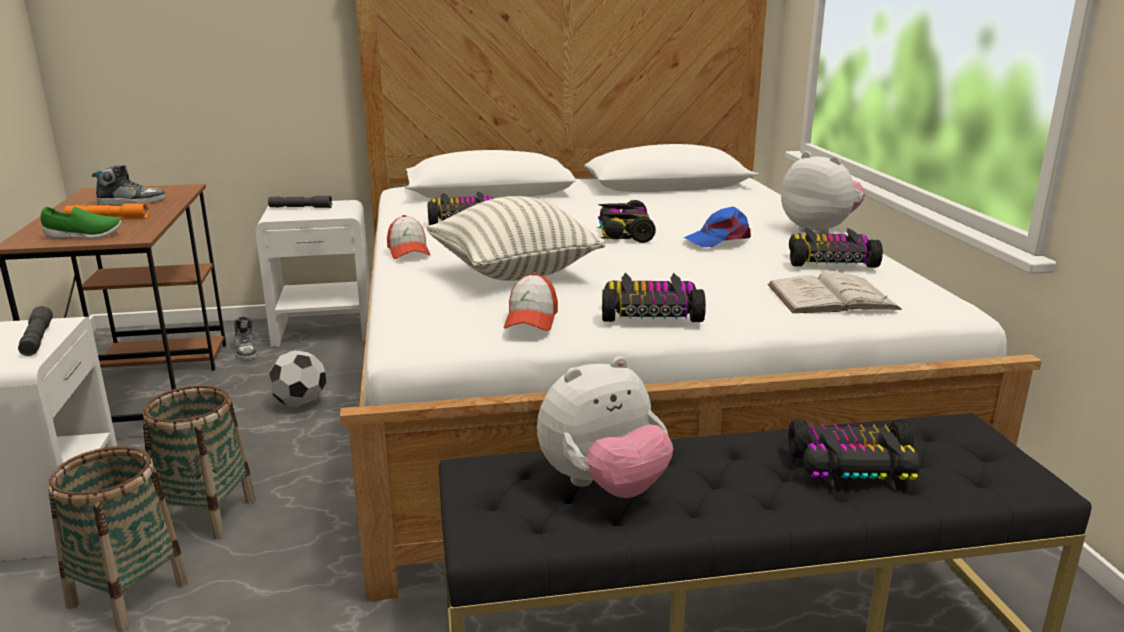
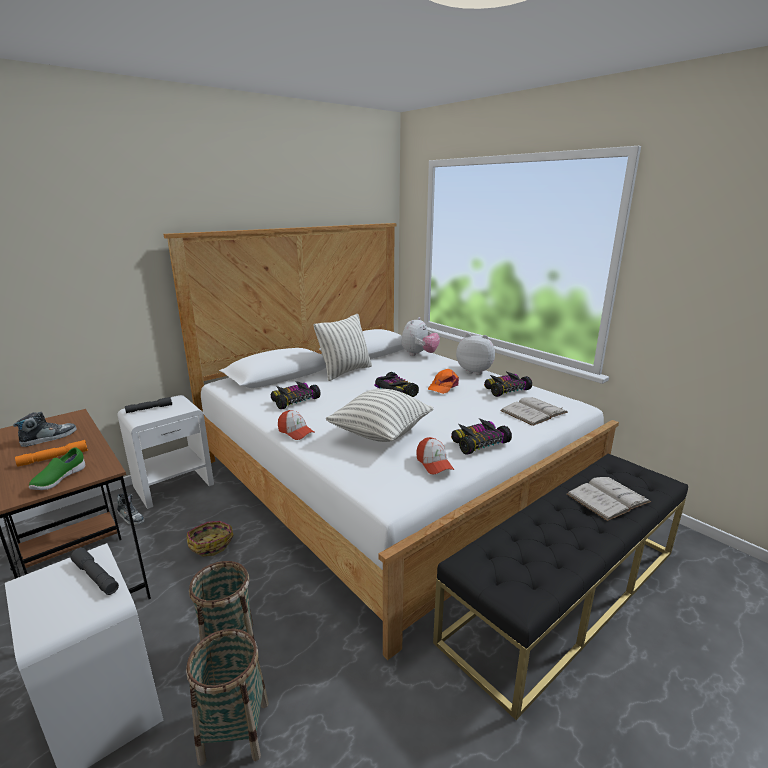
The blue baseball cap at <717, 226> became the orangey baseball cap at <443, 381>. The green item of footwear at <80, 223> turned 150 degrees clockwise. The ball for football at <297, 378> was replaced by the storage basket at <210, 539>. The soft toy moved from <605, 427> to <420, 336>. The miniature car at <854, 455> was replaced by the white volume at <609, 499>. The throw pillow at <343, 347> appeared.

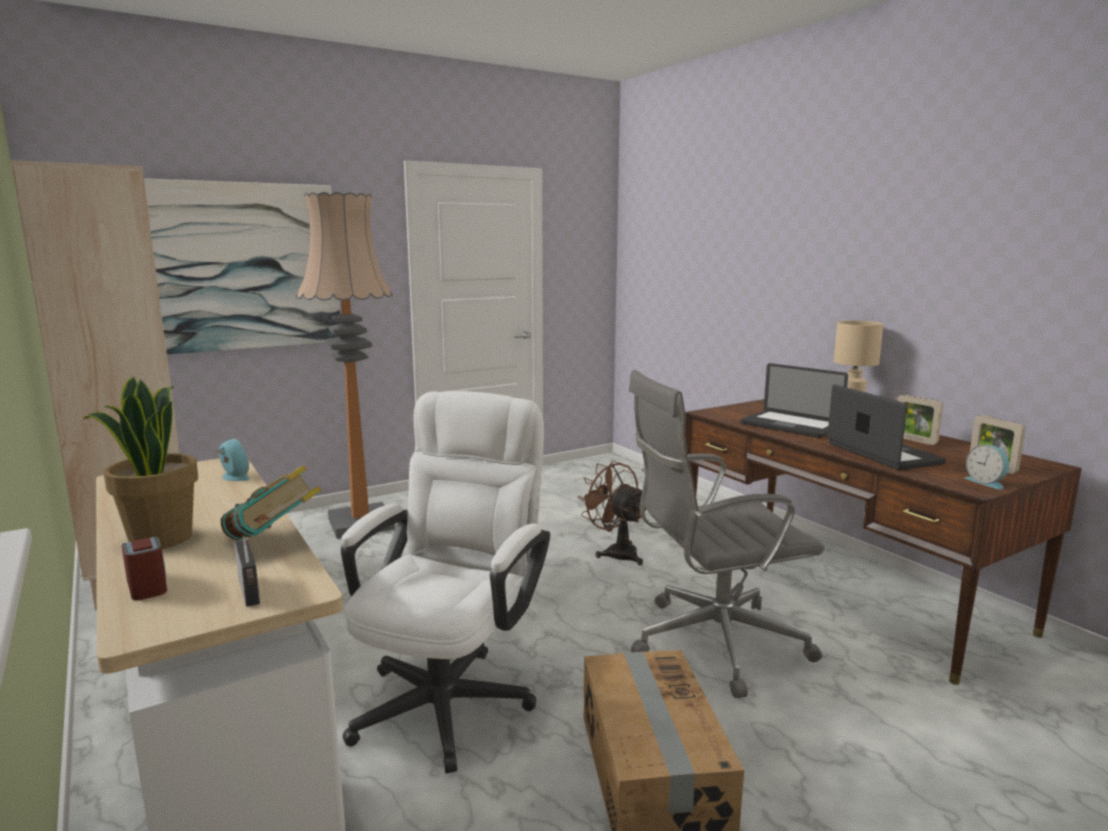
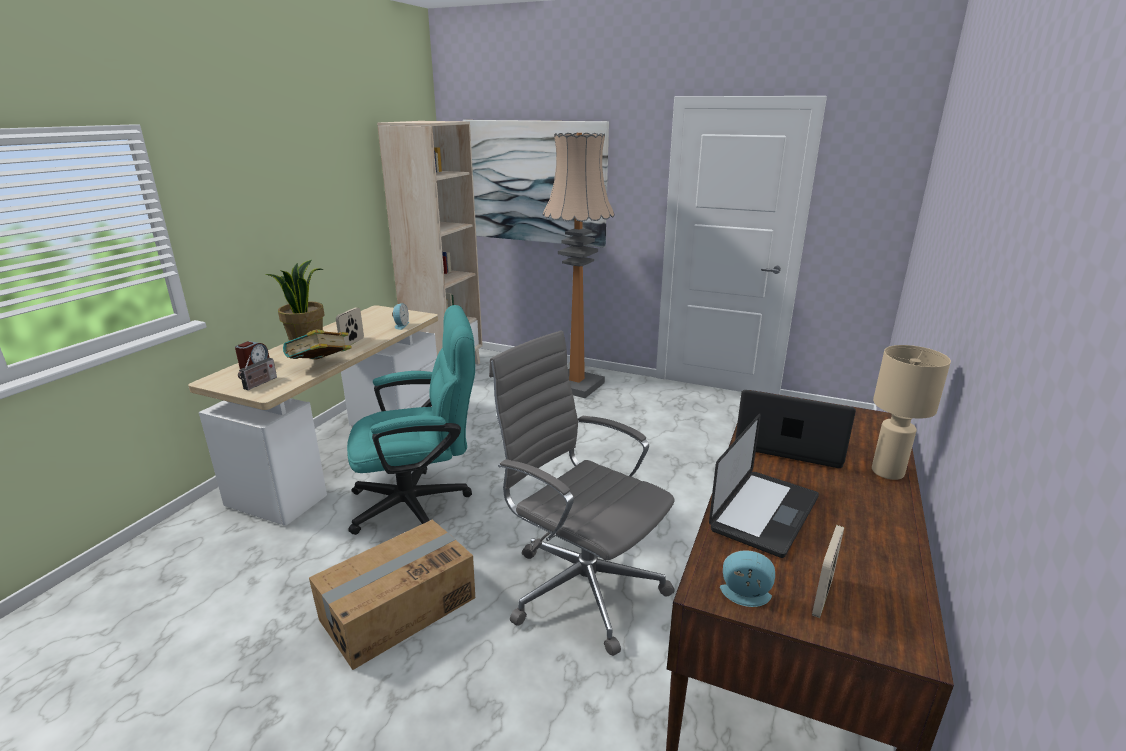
The notebook computer at <794, 400> turned 105 degrees clockwise. The white office chair at <445, 582> became the blue-green office chair at <411, 420>. The photo frame moved from <920, 420> to <350, 326>. The bedside clock at <986, 467> turned 75 degrees clockwise. The brown electric fan at <612, 513> disappeared.

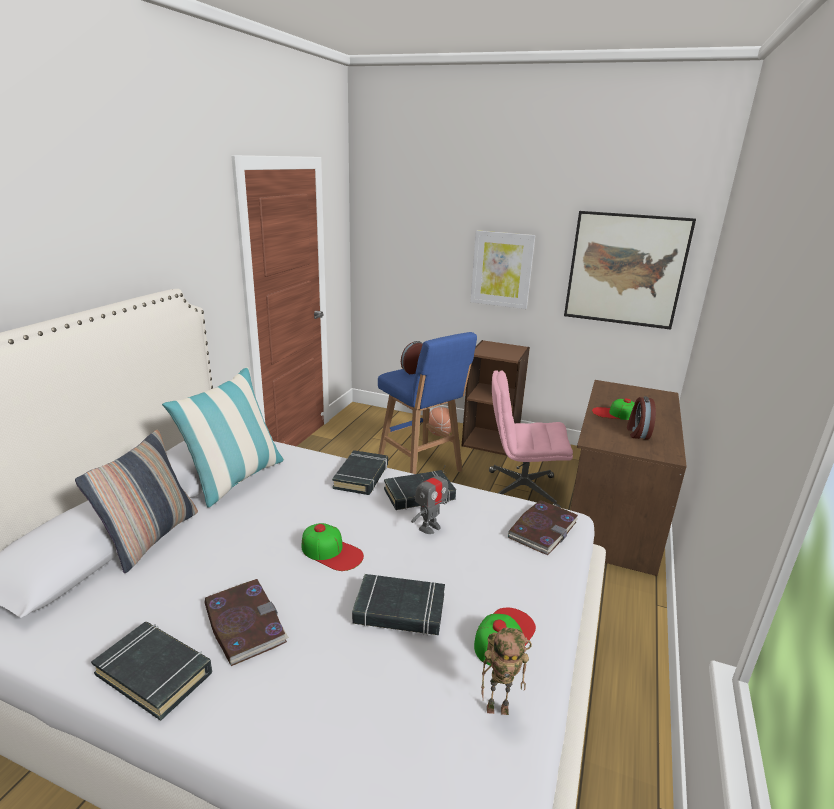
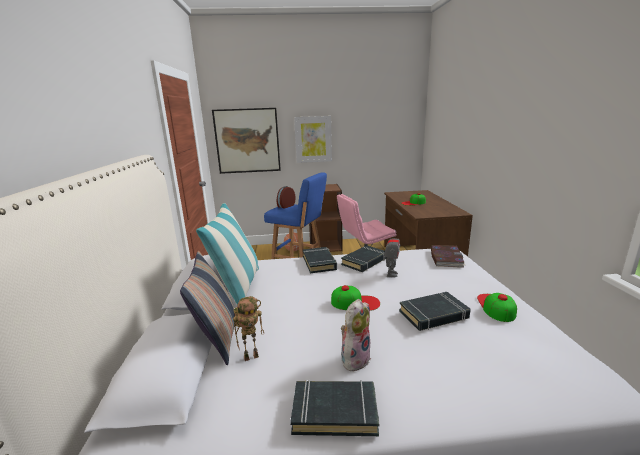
The wall art moved from <630, 270> to <246, 141>. The bedside clock at <641, 418> disappeared. The volume at <246, 622> was replaced by the soft toy at <356, 335>. The toy robot moved from <506, 671> to <248, 328>.

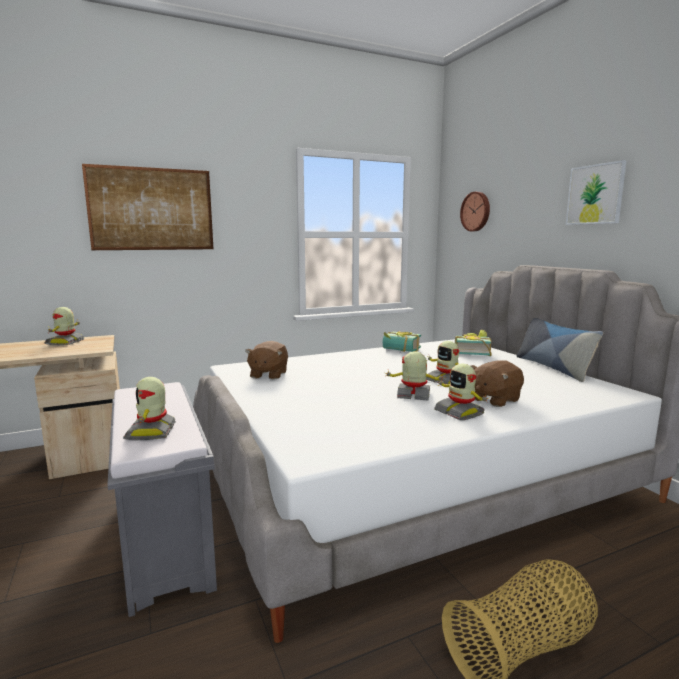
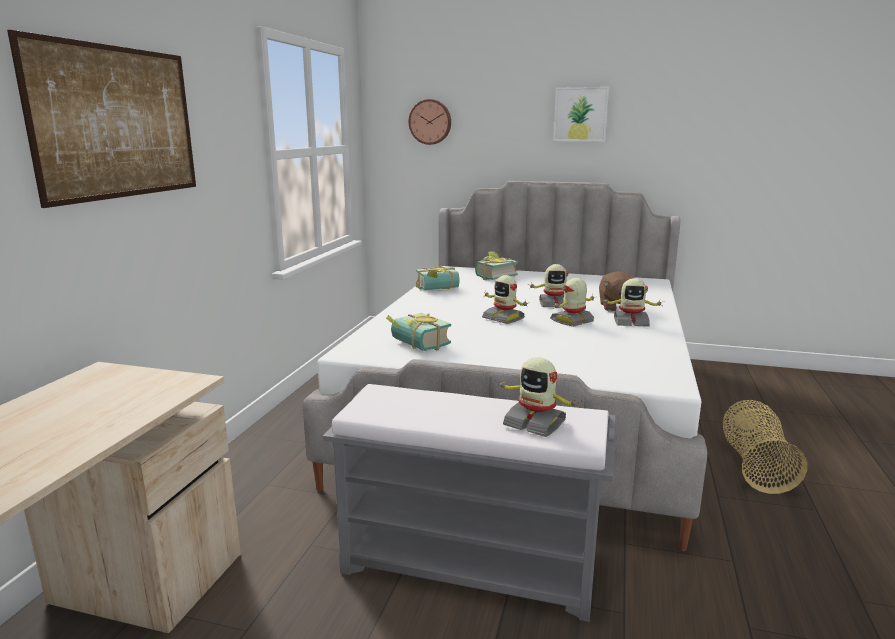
The toy robot moved from <64, 326> to <506, 299>. The throw pillow at <560, 350> disappeared. The brown soft toy at <266, 360> was replaced by the volume at <418, 332>.

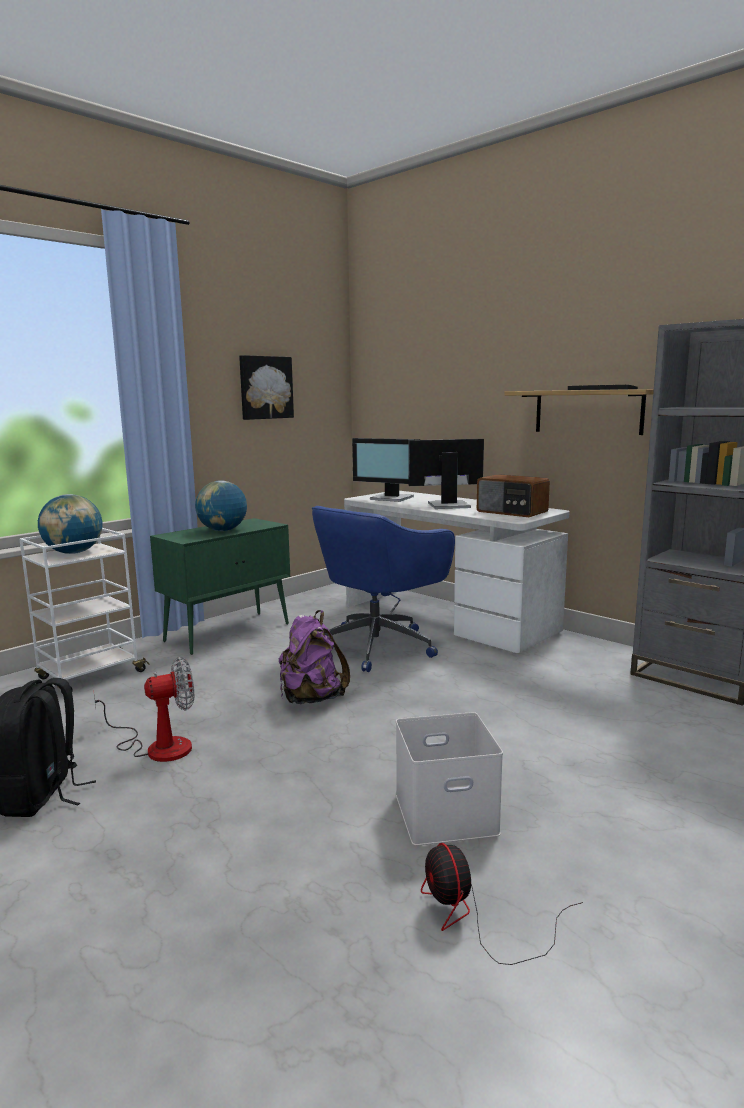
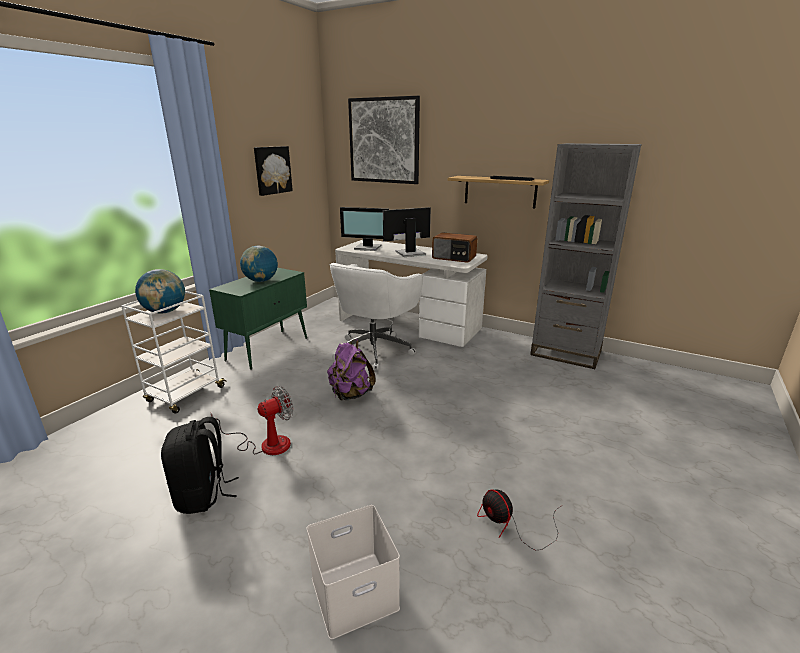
The blue office chair at <383, 589> became the white office chair at <376, 316>. The white storage bin moved from <449, 779> to <353, 572>. The wall art at <384, 140> appeared.

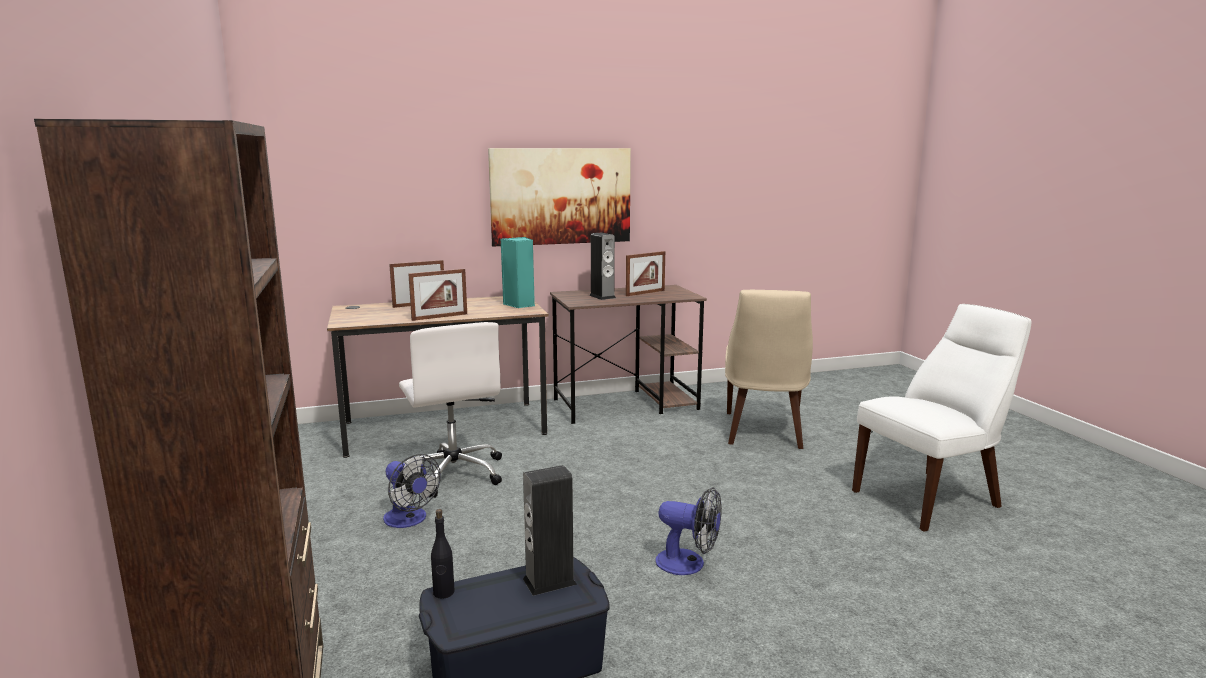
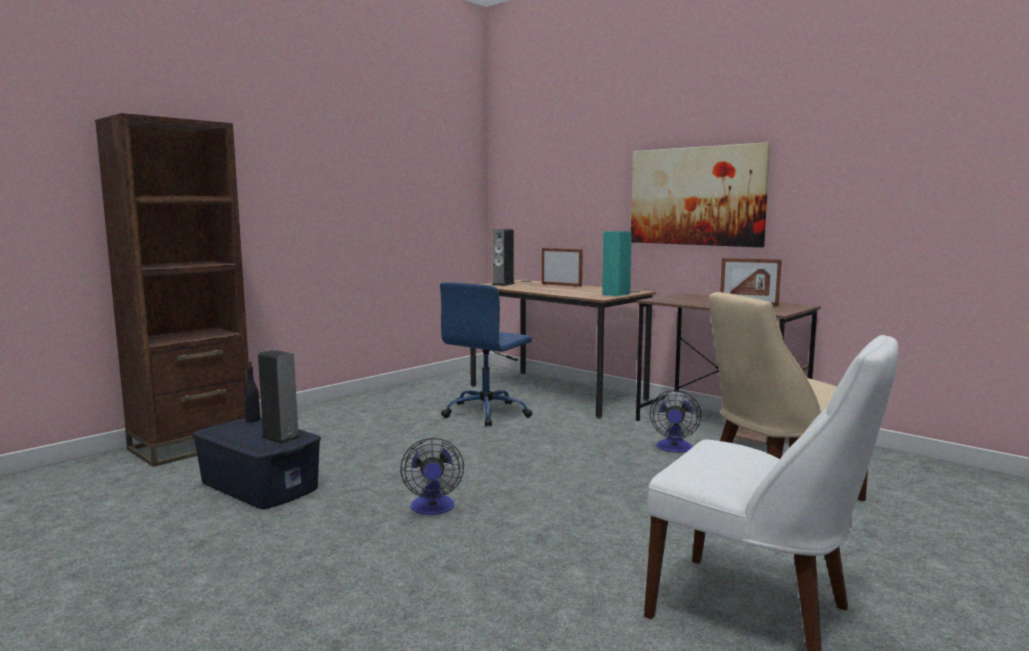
The audio speaker moved from <602, 266> to <503, 257>. The photo frame at <437, 295> disappeared. The white office chair at <450, 410> became the blue office chair at <486, 354>. The electric fan moved from <412, 491> to <675, 421>.

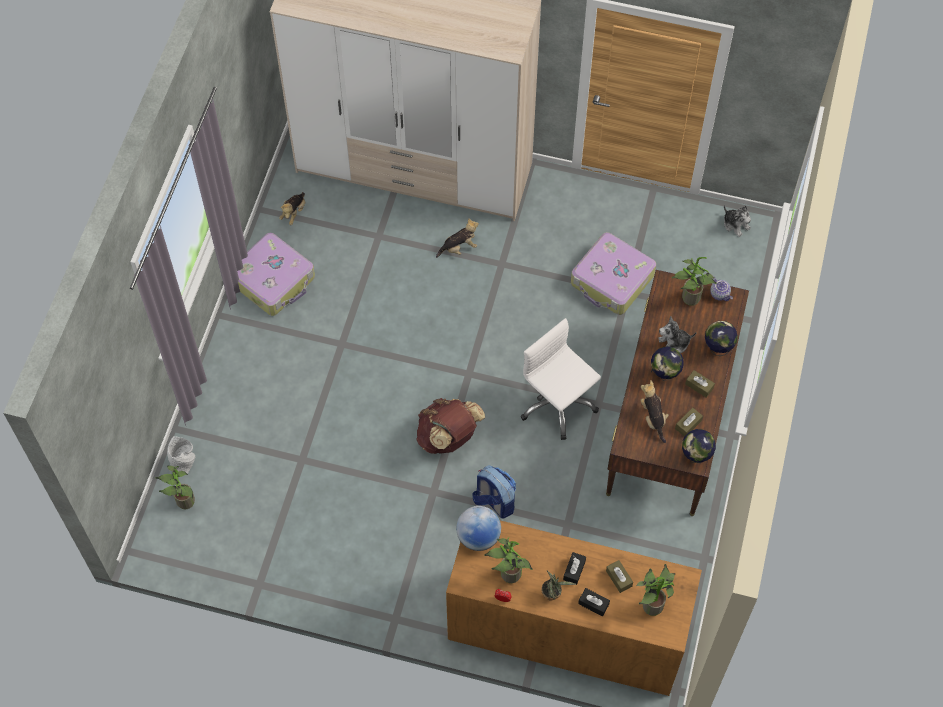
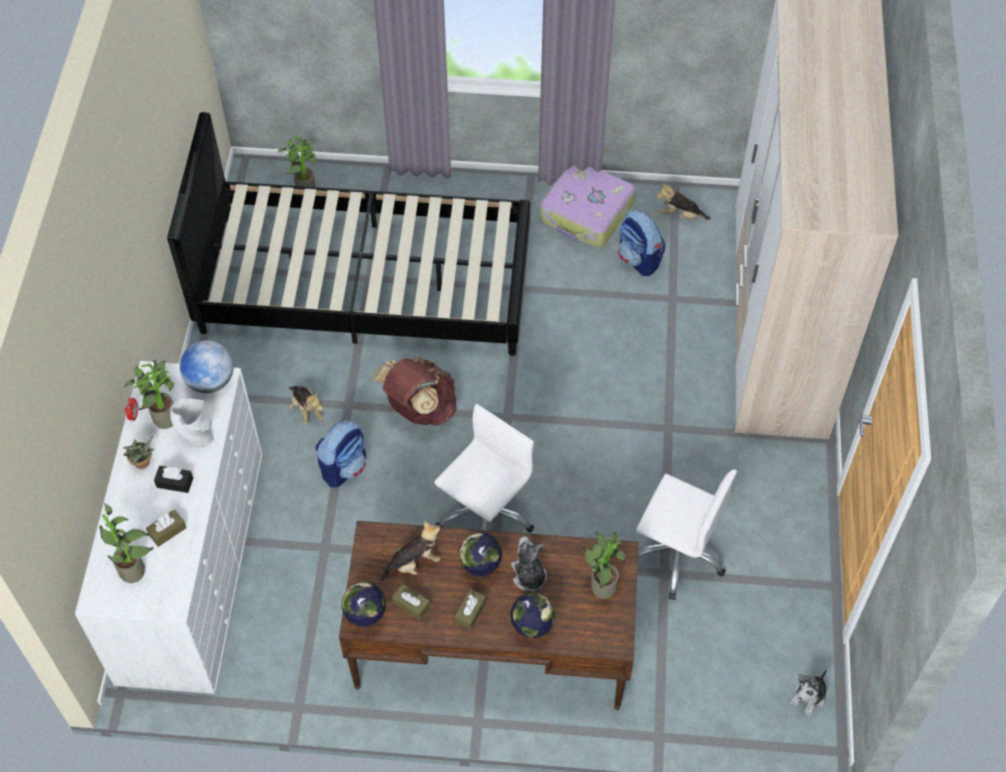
The soft toy moved from <457, 238> to <305, 405>. The suitcase at <613, 273> was replaced by the white office chair at <686, 535>. The tea pot at <721, 288> disappeared. The grey decorative vase moved from <181, 455> to <192, 422>. The brown dresser at <574, 608> became the white dresser at <168, 527>. The blackish tissue holder at <594, 602> disappeared. The blackish bedroom bed at <348, 234> appeared. The backpack at <642, 243> appeared.

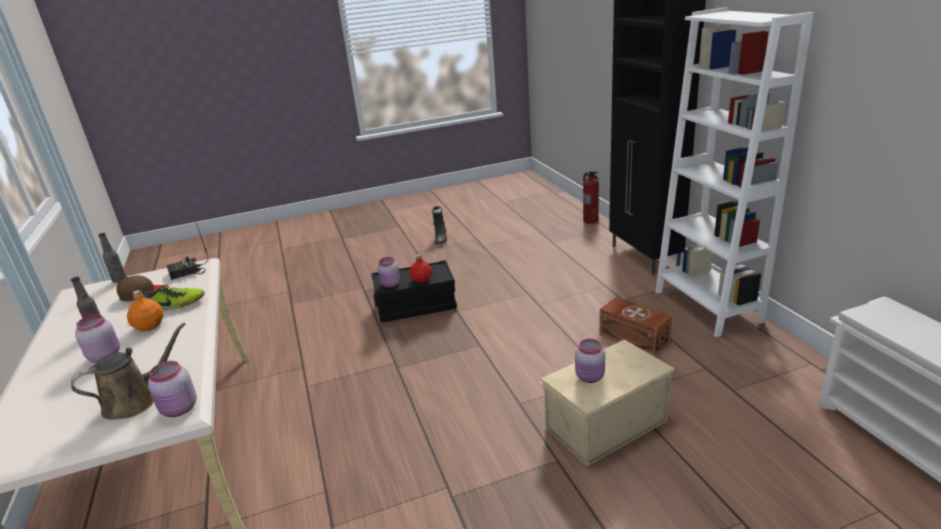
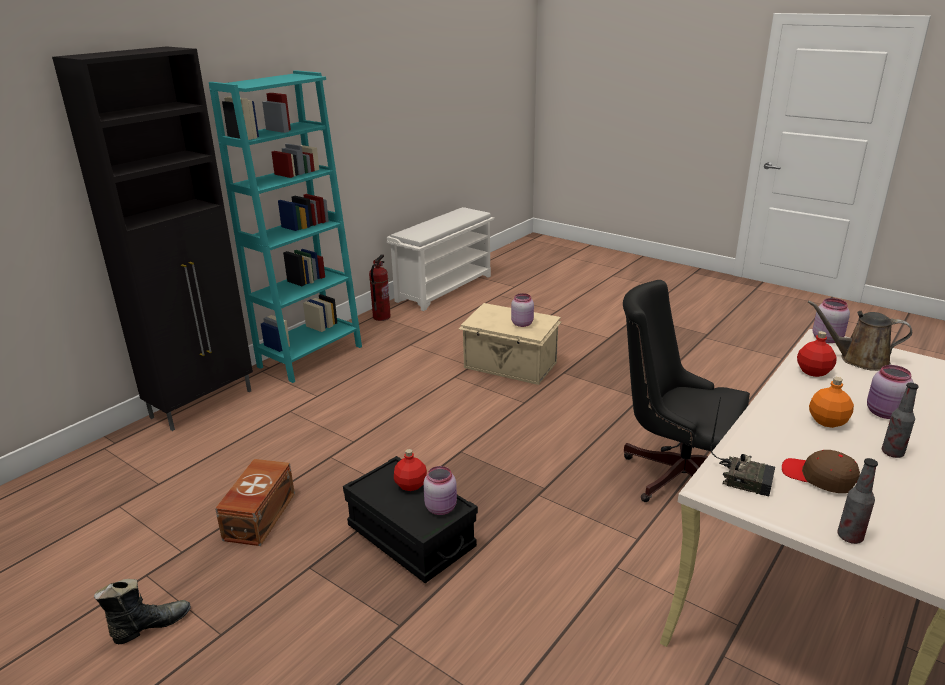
The white bookcase at <735, 172> became the blue-green bookcase at <285, 226>. The fire extinguisher moved from <591, 197> to <380, 287>. The item of footwear at <172, 297> disappeared. The brown storage bin moved from <635, 327> to <255, 502>. The blackish office chair at <686, 391> appeared. The red beverage bottle at <817, 354> appeared.

